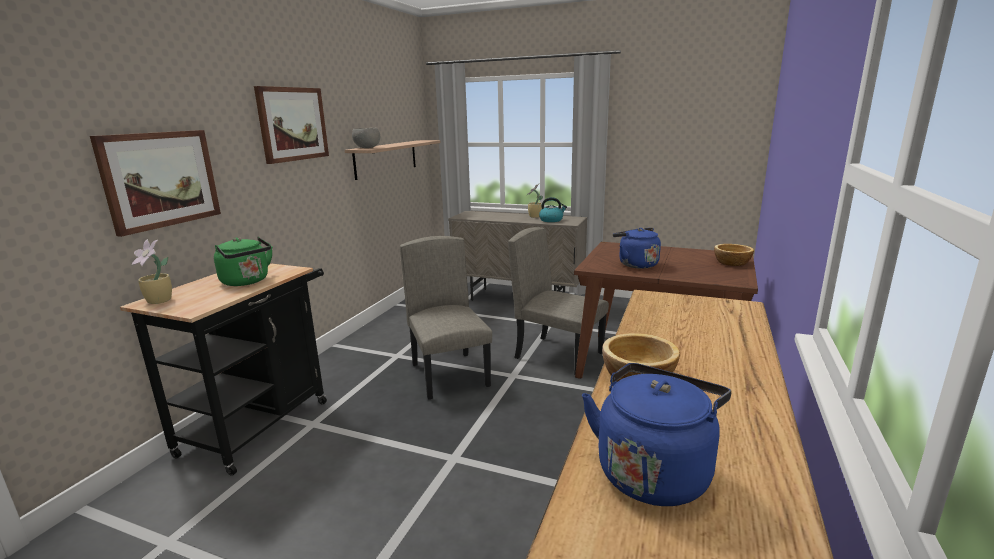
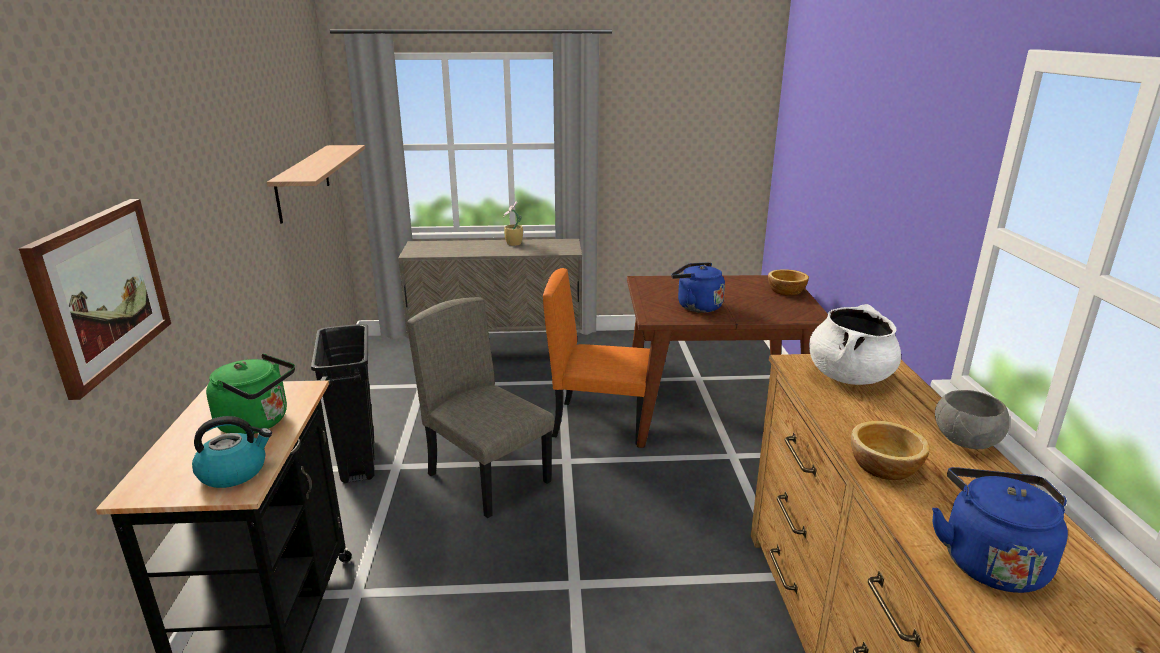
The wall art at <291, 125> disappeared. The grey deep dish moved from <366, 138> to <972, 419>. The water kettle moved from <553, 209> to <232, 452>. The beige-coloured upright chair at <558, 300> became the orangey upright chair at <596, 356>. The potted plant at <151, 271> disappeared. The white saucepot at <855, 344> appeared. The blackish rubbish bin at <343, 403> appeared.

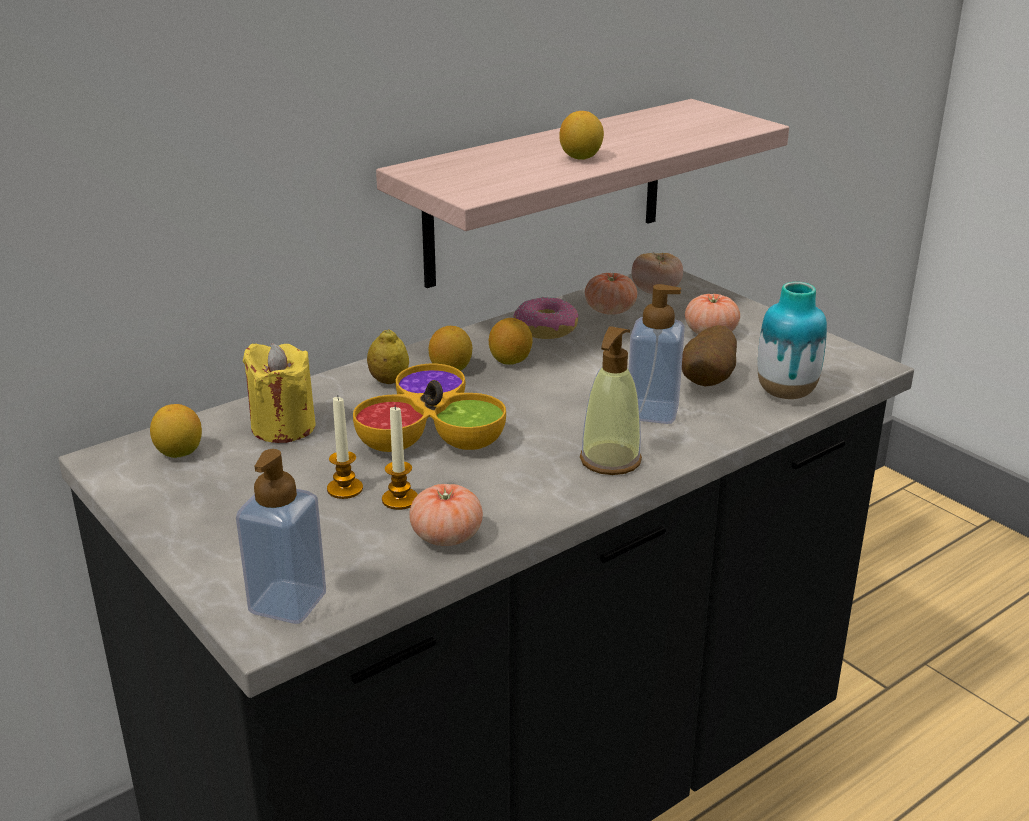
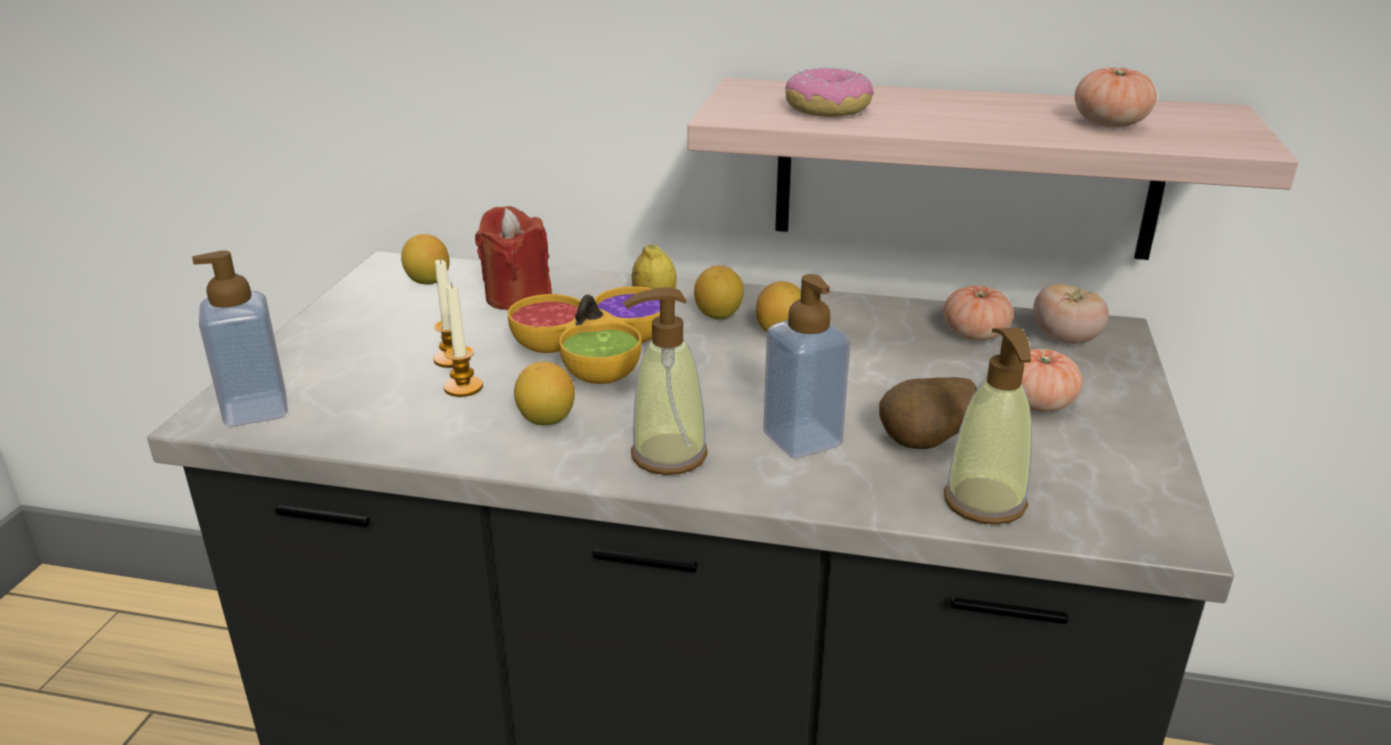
The lemon moved from <581, 135> to <544, 393>. The decorative vase at <792, 340> was replaced by the liquid soap bottle at <988, 426>. The ring doughnut moved from <545, 318> to <829, 92>. The yellowish candle at <279, 393> became the red candle at <513, 258>. The whole tomato moved from <446, 515> to <1116, 96>.

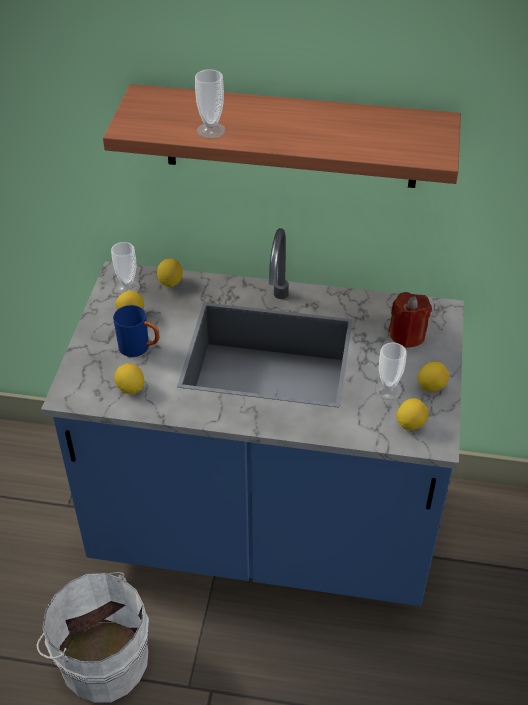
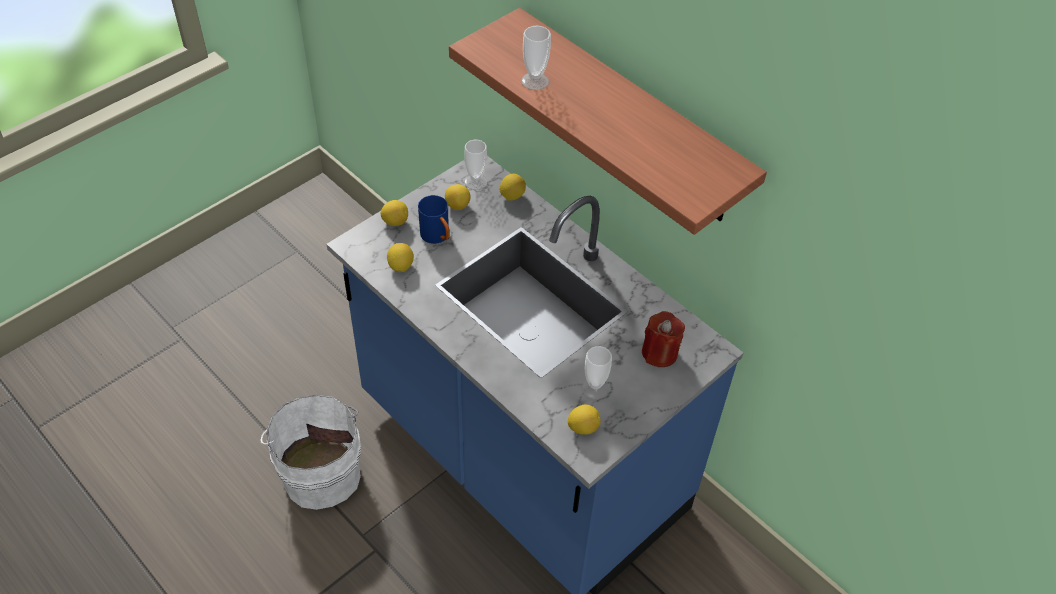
The lemon moved from <433, 376> to <394, 213>.

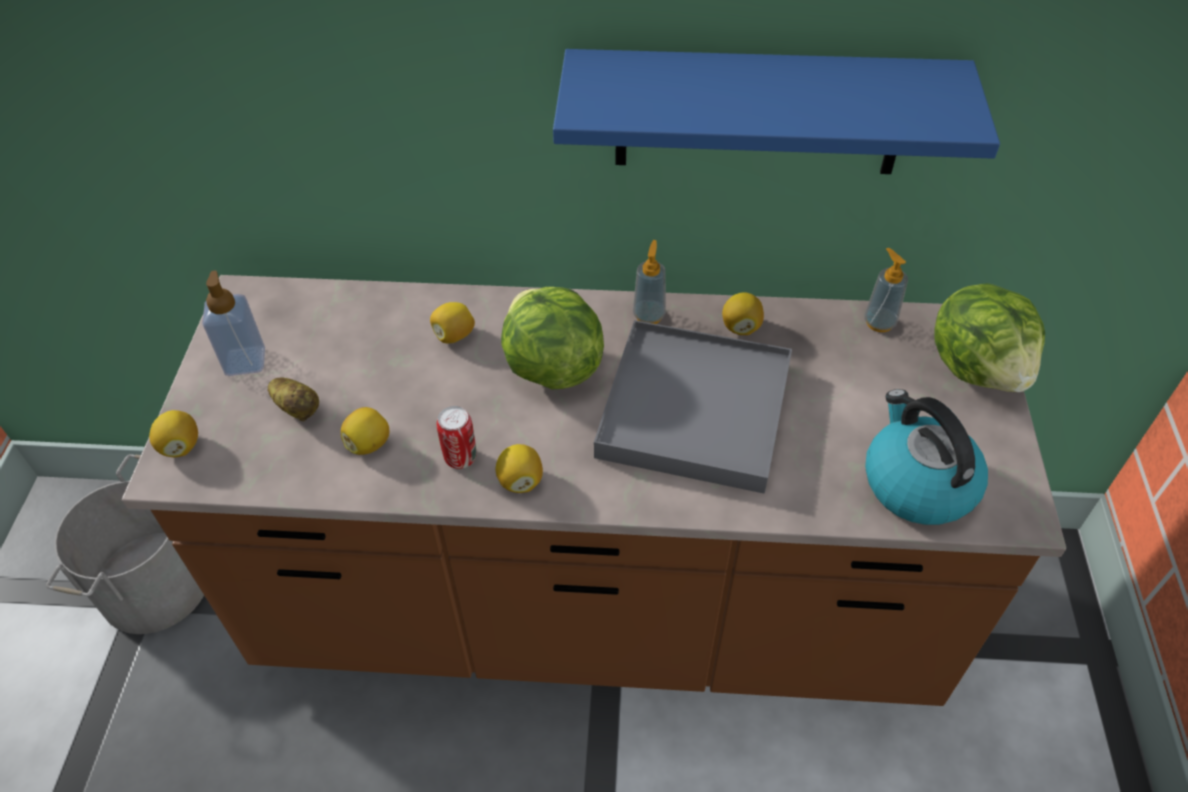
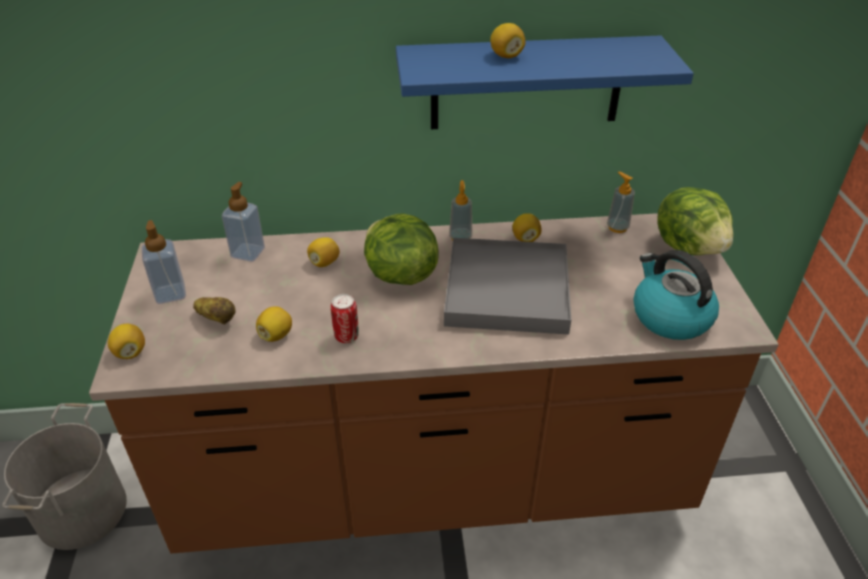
The lemon moved from <519, 468> to <507, 40>. The liquid soap bottle at <243, 222> appeared.

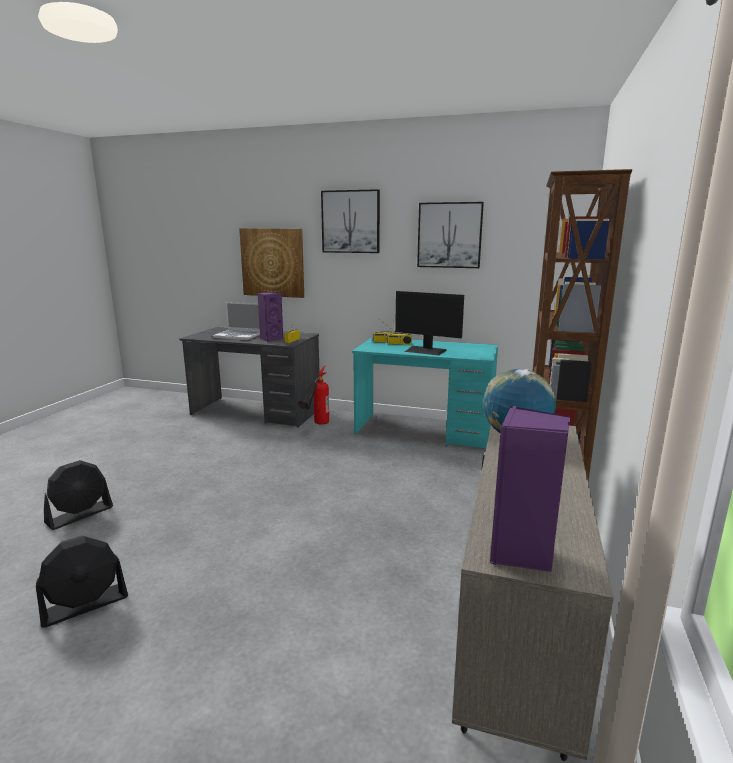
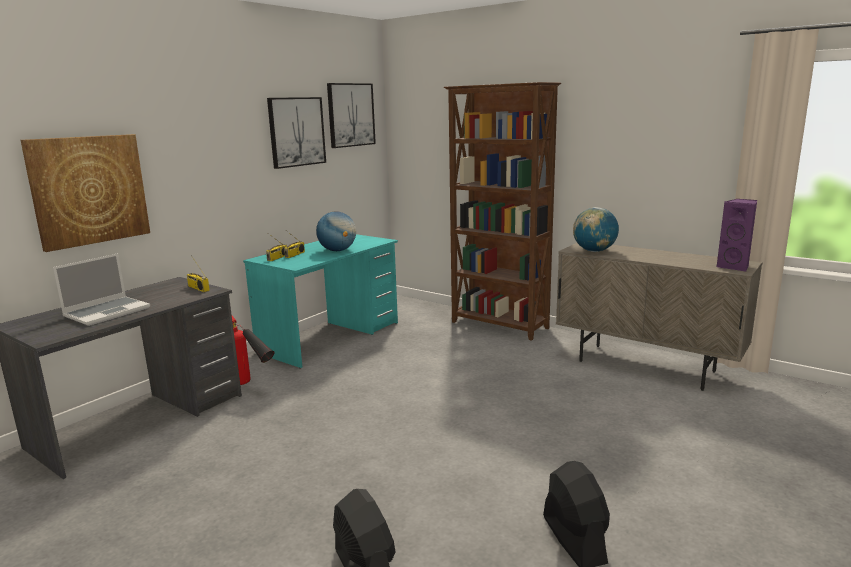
The wall art moved from <350, 221> to <351, 115>. The monitor at <429, 323> was replaced by the globe at <336, 231>. The purple audio speaker at <270, 317> disappeared.

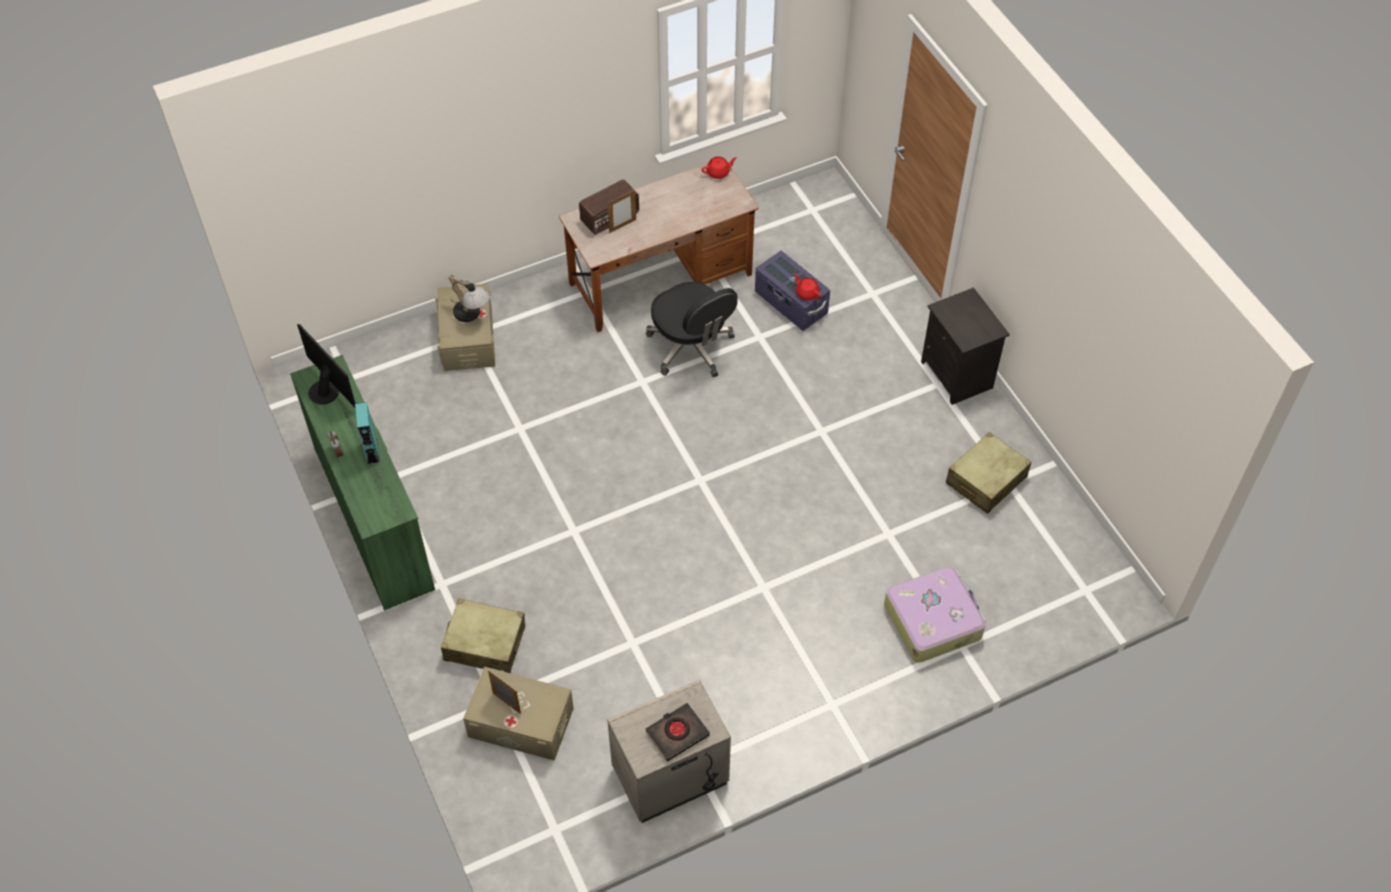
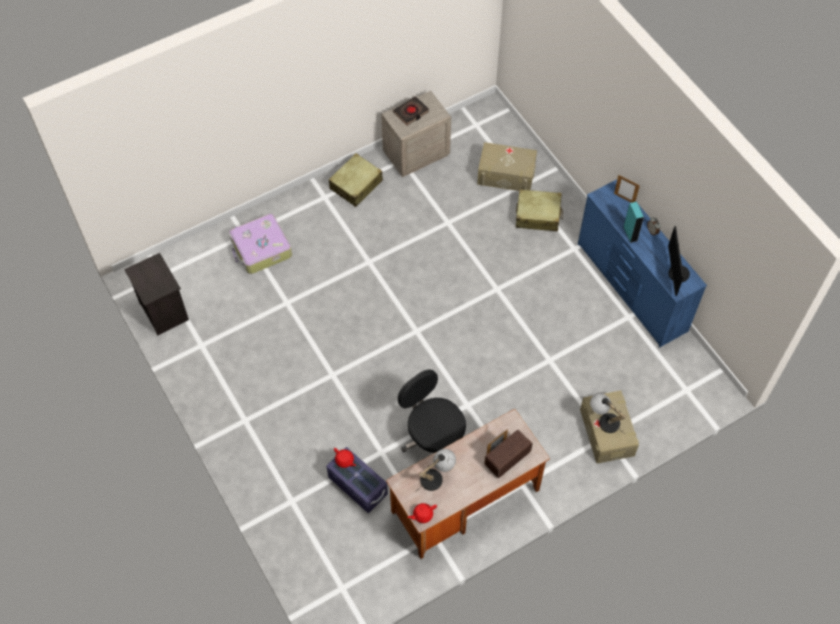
The blackish nightstand moved from <965, 346> to <156, 294>. The monitor at <326, 365> turned 45 degrees clockwise. The green dresser at <362, 483> became the blue dresser at <642, 263>. The beige-coloured suitcase moved from <988, 473> to <356, 180>. The photo frame moved from <504, 692> to <627, 189>. The lamp for a table at <436, 470> appeared.

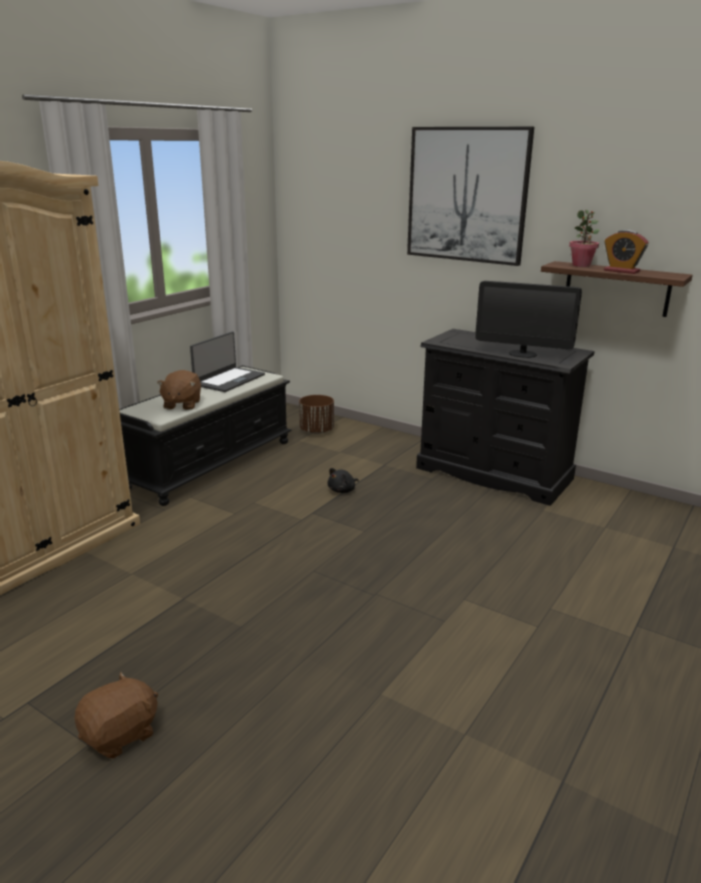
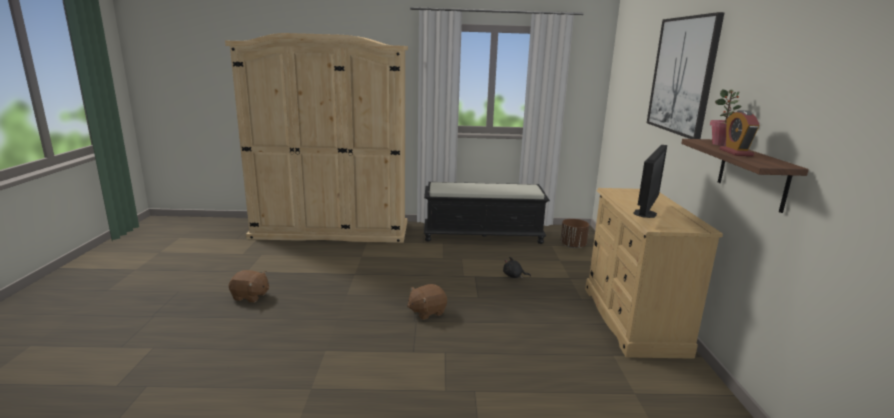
The monitor at <529, 319> turned 135 degrees counterclockwise. The blackish dresser at <505, 417> became the beige-coloured dresser at <654, 273>. The notebook computer at <227, 362> disappeared. The brown soft toy moved from <179, 390> to <427, 302>.

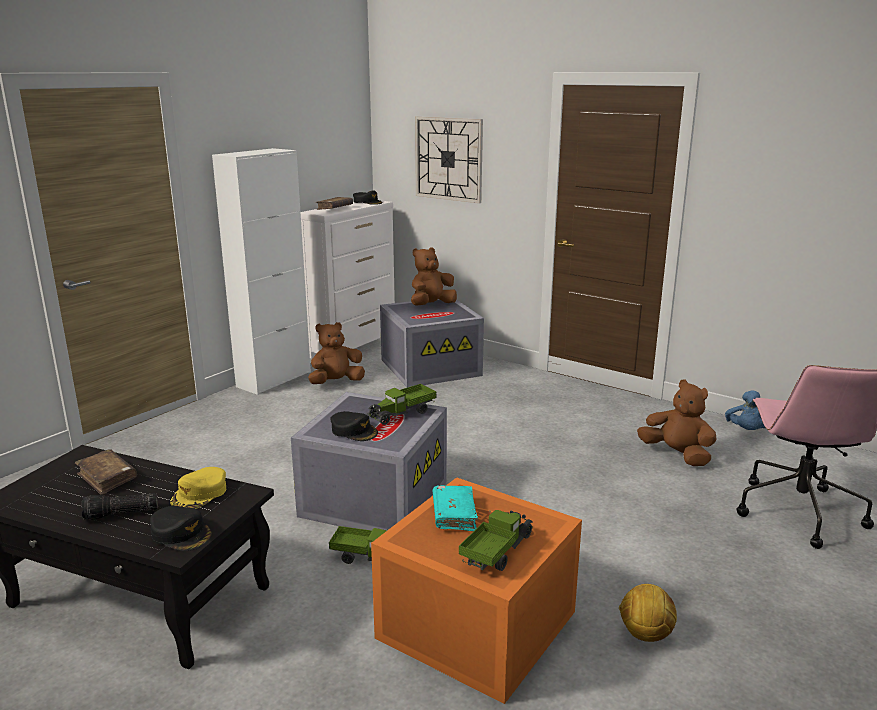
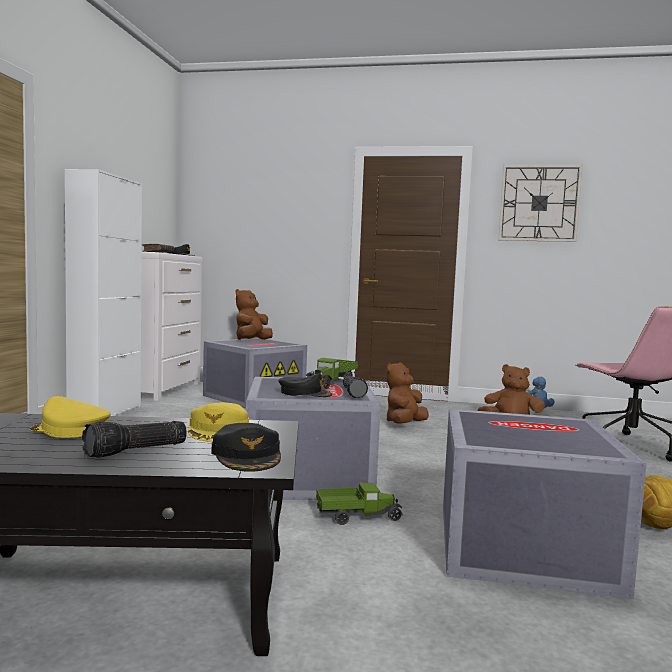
The clock on the wall moved from <449, 159> to <540, 203>. The brown soft toy moved from <336, 353> to <407, 392>. The brown volume at <106, 472> was replaced by the yellowish baseball cap at <70, 417>. The orangey storage bin at <476, 590> became the grey storage bin at <545, 504>. The blue-green volume at <455, 508> disappeared. The blackish baseball cap at <181, 528> turned 60 degrees clockwise. The model truck at <496, 540> disappeared. The hand torch at <355, 386> appeared.

